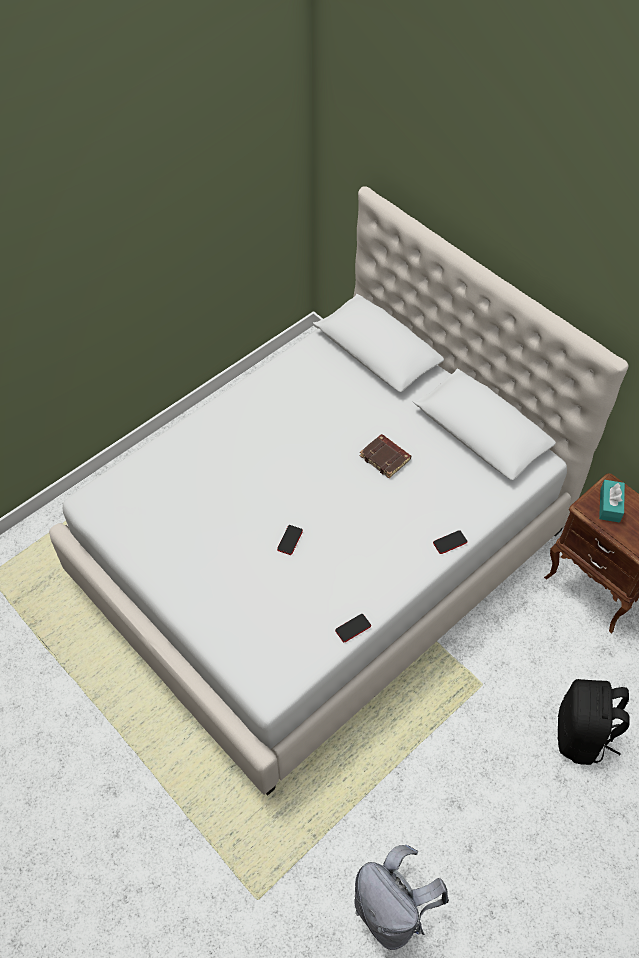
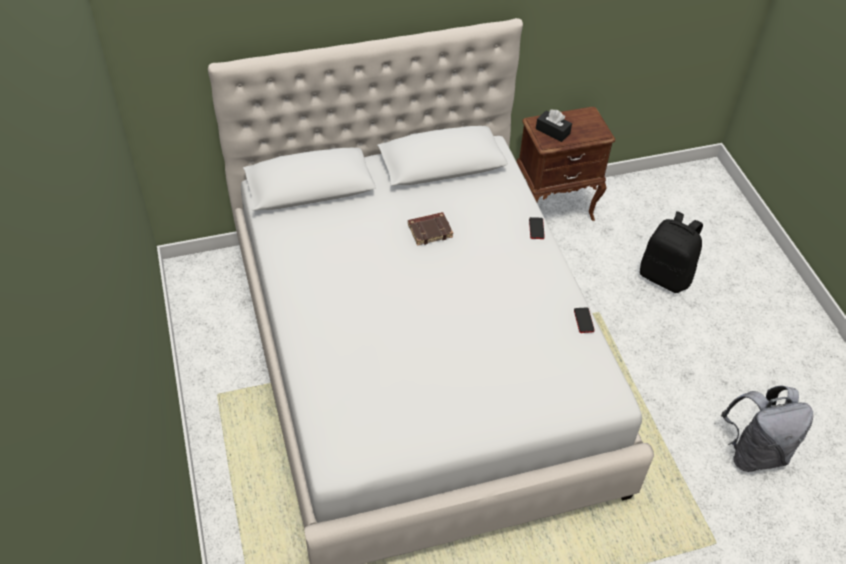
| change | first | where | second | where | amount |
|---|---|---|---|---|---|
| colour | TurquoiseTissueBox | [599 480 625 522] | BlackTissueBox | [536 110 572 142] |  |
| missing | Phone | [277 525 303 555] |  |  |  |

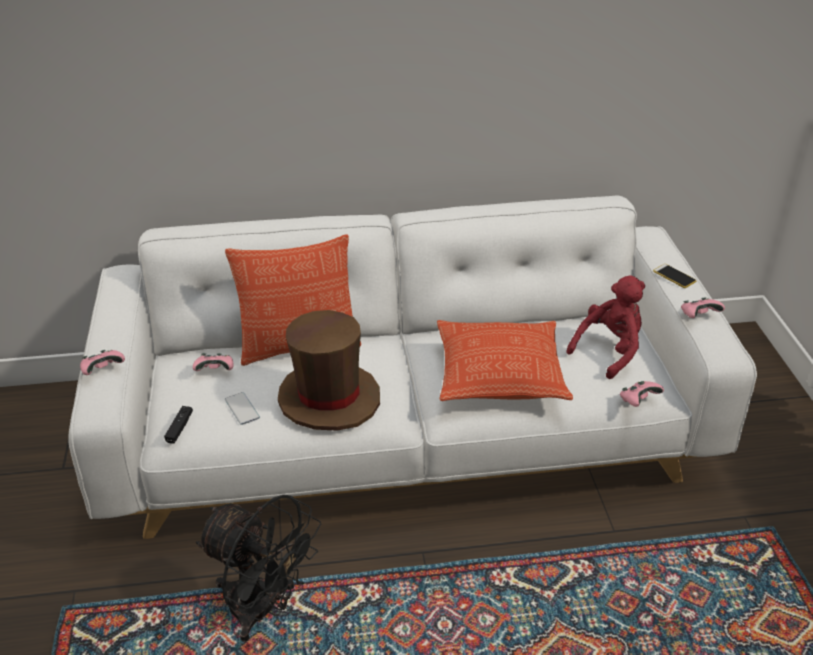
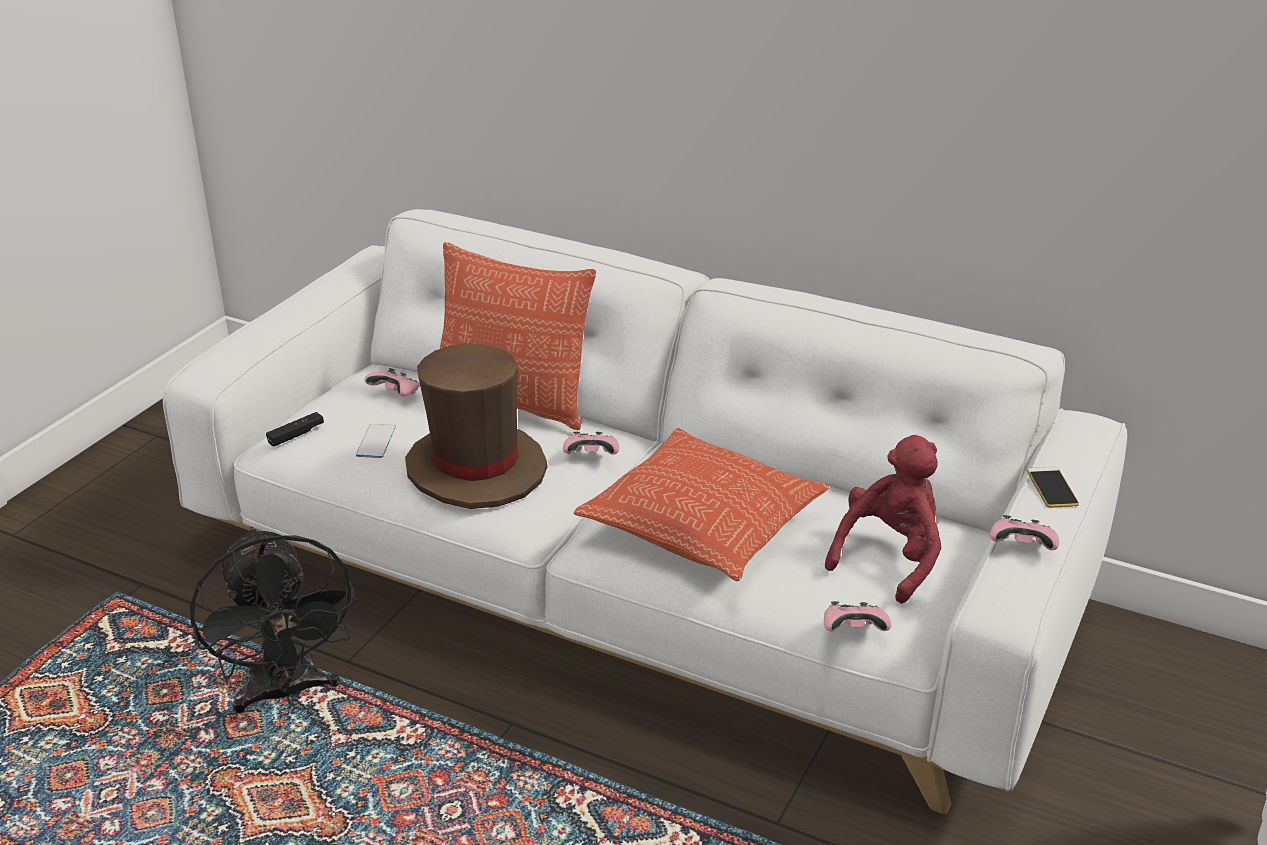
| change | first | where | second | where | amount |
|---|---|---|---|---|---|
| spun | RedPlushToy | [566 275 645 379] |  | [825 435 941 604] | 45 degrees counterclockwise |
| relocated | PinkGameController | [80 350 125 375] |  | [563 432 619 455] |  |

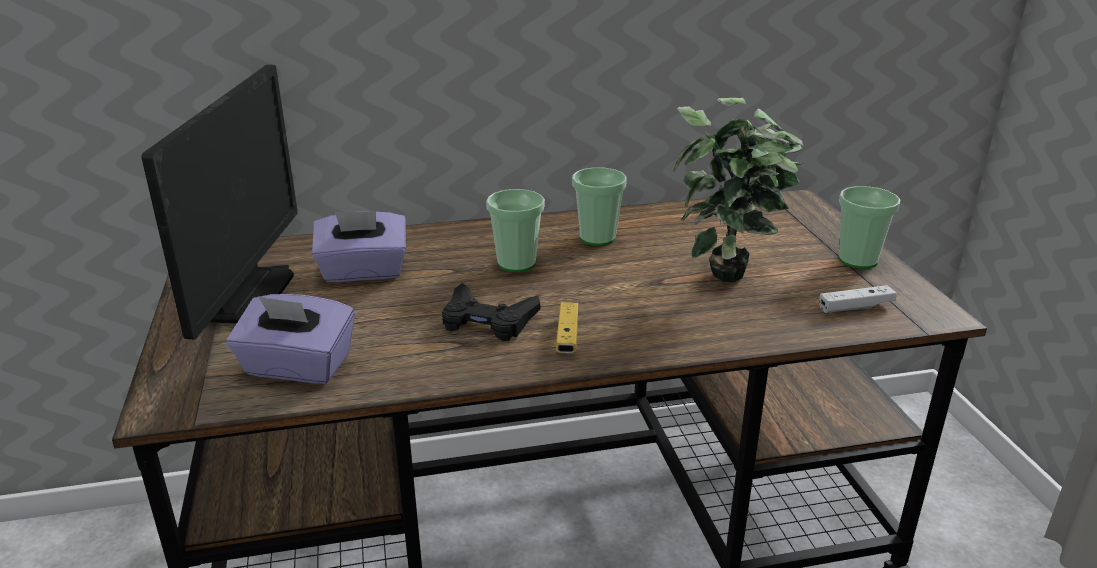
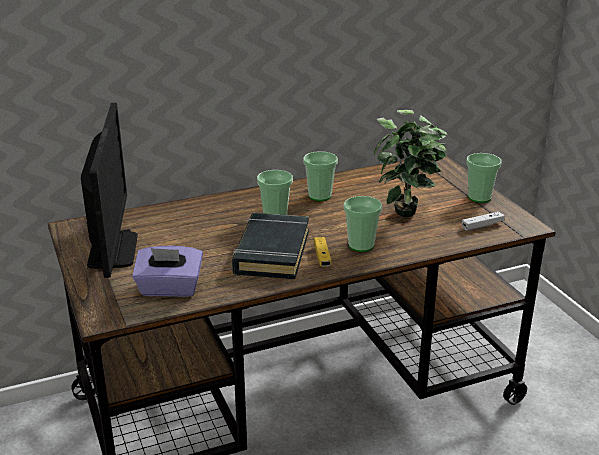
| change | first | where | second | where | amount |
|---|---|---|---|---|---|
| missing | PurpleTissueBox | [312 211 406 282] |  |  |  |
| exchanged | BlackGameController | [442 283 540 341] | BlackBook | [232 213 309 279] |  |
| appeared |  |  | Cup | [343 196 382 252] |  |

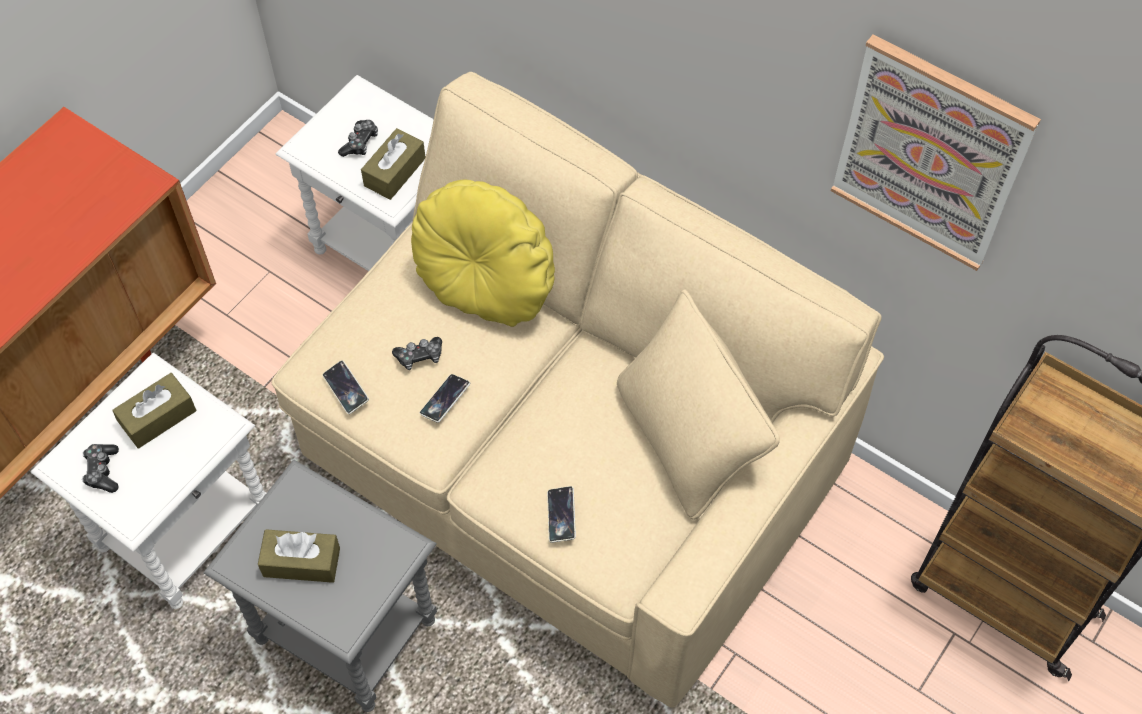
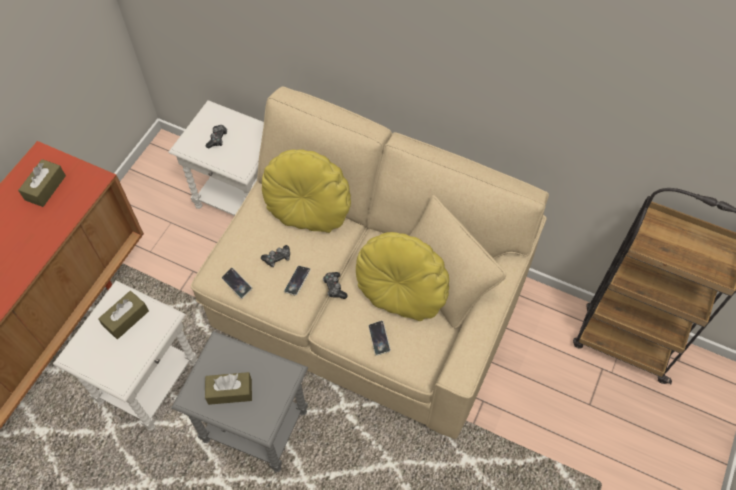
| change | first | where | second | where | amount |
|---|---|---|---|---|---|
| missing | Picture | [831 34 1041 271] |  |  |  |
| relocated | BrownTissueBox | [361 128 425 200] |  | [18 159 66 207] |  |
| relocated | GameController | [82 444 119 493] |  | [323 272 348 299] |  |
| appeared |  |  | YellowPillow | [356 232 449 321] |  |

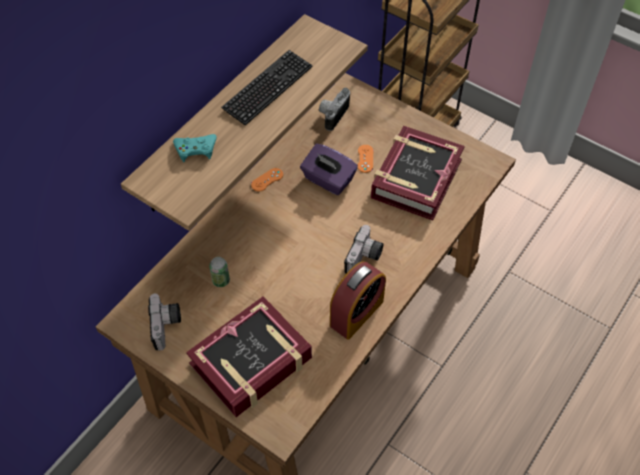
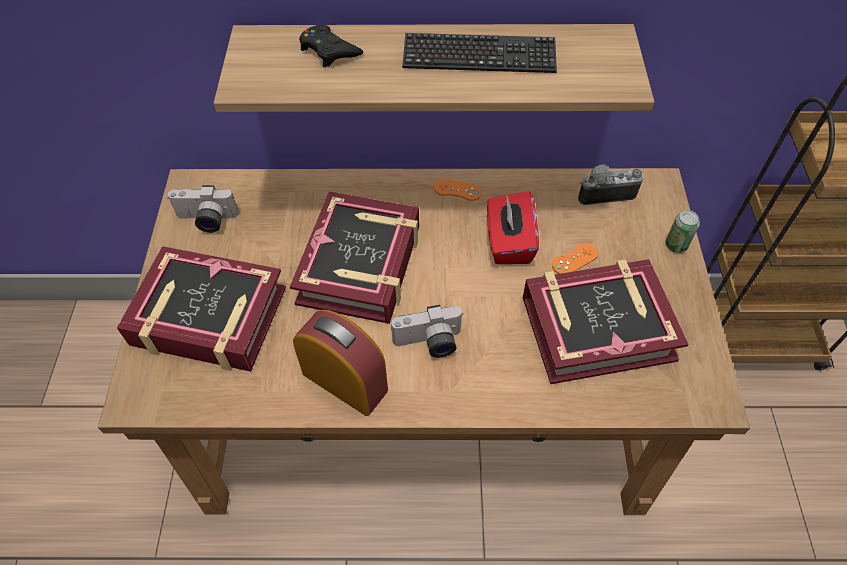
| change | first | where | second | where | amount |
|---|---|---|---|---|---|
| colour | TurquoiseGameController | [173 134 217 162] | BlackGameController | [299 25 363 67] |  |
| colour | PurpleTissueBox | [300 144 358 195] | RedTissueBox | [487 191 539 264] |  |
| relocated | Can | [209 257 230 287] |  | [665 210 700 253] |  |
| spun | AlarmClock | [330 261 386 339] |  | [293 310 388 416] | 150 degrees counterclockwise |
| spun | PhotoCamera | [148 294 181 351] |  | [167 185 239 233] | 45 degrees clockwise |
| appeared |  |  | Book | [290 192 419 324] |  |

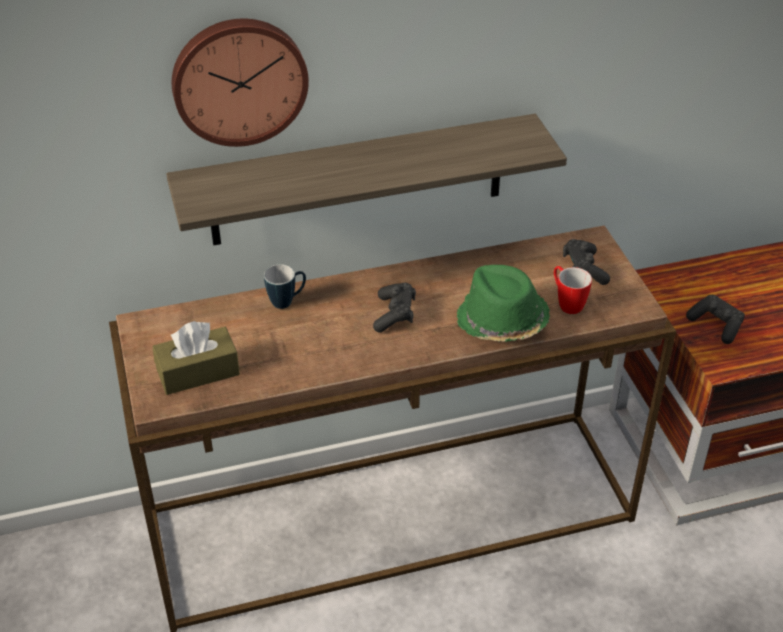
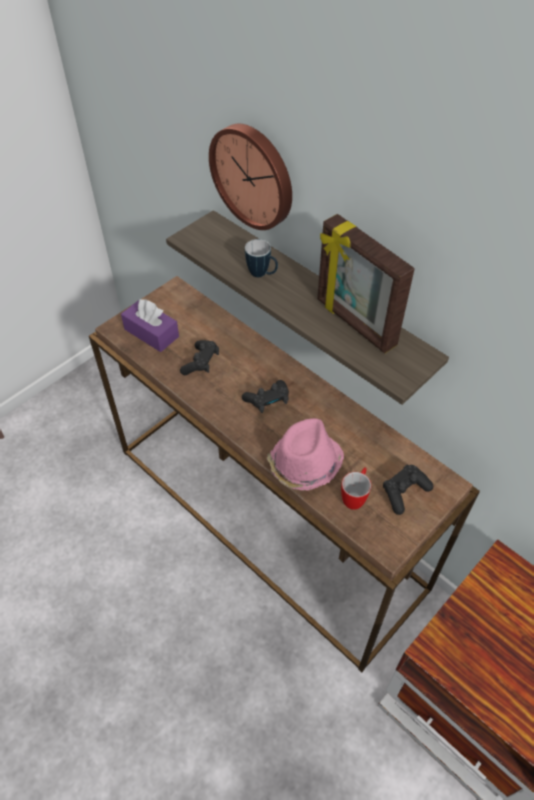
| change | first | where | second | where | amount |
|---|---|---|---|---|---|
| relocated | Mug | [264 264 306 309] |  | [245 239 278 277] |  |
| colour | GreenHat | [457 265 550 342] | PinkHat | [267 418 344 491] |  |
| relocated | BlackGameController | [686 295 745 344] |  | [180 340 219 375] |  |
| colour | BrownTissueBox | [152 321 240 395] | PurpleTissueBox | [121 299 179 352] |  |
| appeared |  |  | PictureFrame | [317 214 415 353] |  |

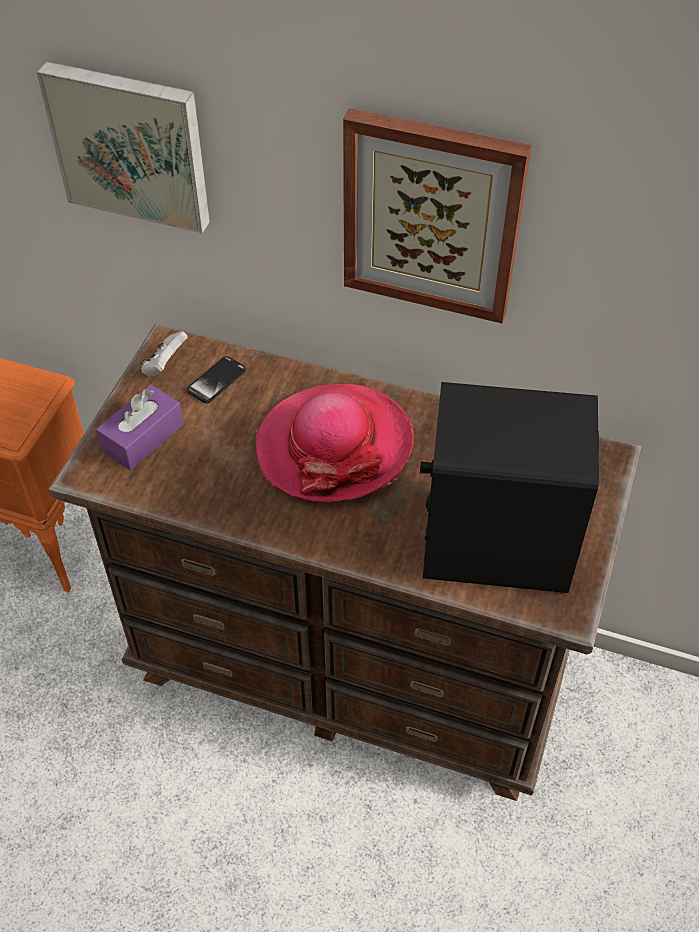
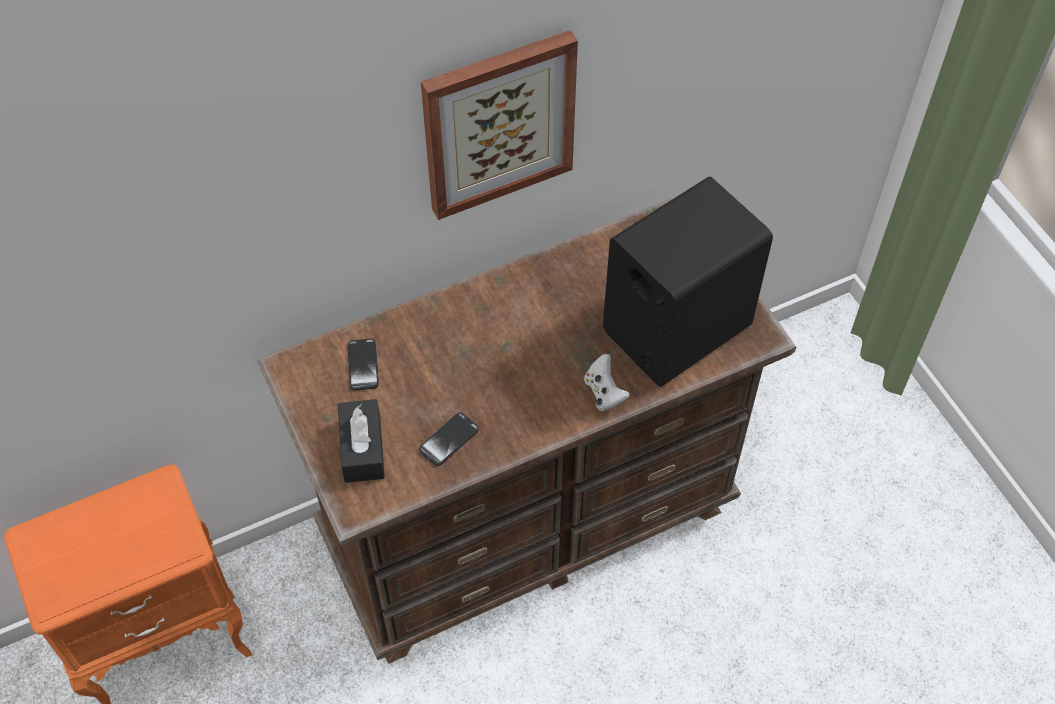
| change | first | where | second | where | amount |
|---|---|---|---|---|---|
| missing | Picture | [37 62 210 233] |  |  |  |
| relocated | WhiteGameController | [140 331 188 376] |  | [584 354 630 411] |  |
| colour | PurpleTissueBox | [96 384 183 470] | BlackTissueBox | [338 399 385 483] |  |
| missing | Hat | [256 384 414 502] |  |  |  |
| appeared |  |  | Phone | [419 412 479 466] |  |

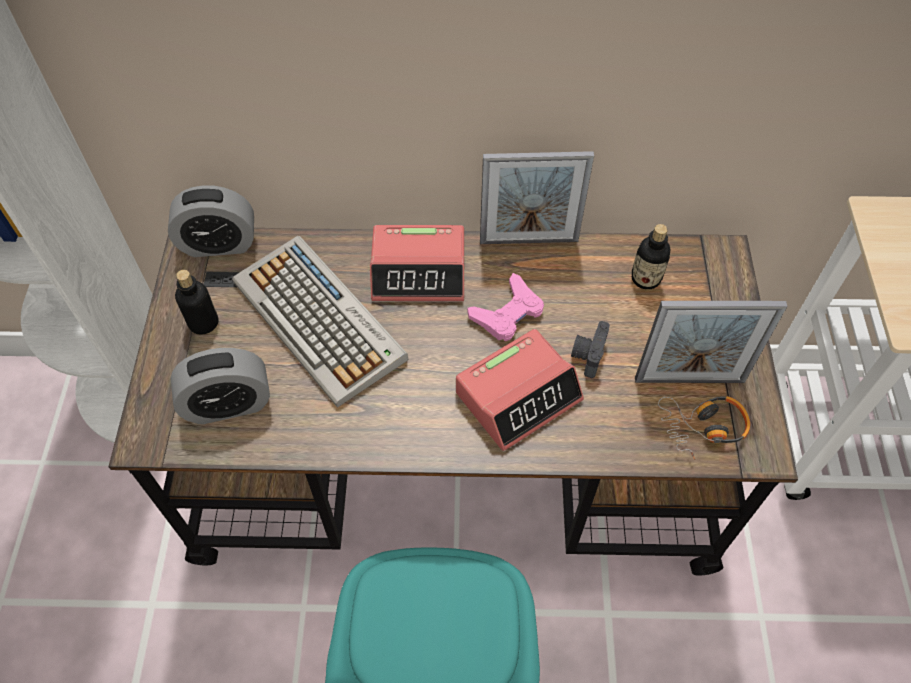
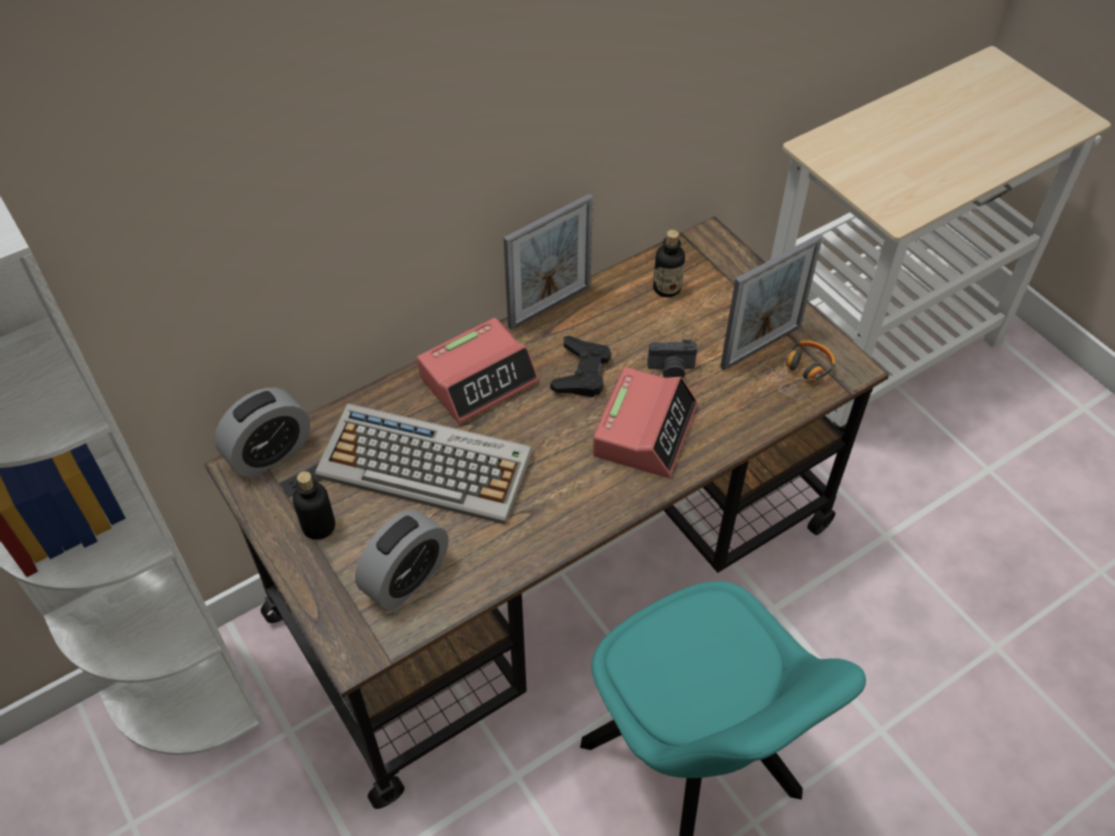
| change | first | where | second | where | amount |
|---|---|---|---|---|---|
| colour | PinkGameController | [467 273 544 341] | BlackGameController | [550 336 611 397] |  |
| spun | PhotoCamera | [571 321 610 378] |  | [647 339 697 378] | 75 degrees counterclockwise |

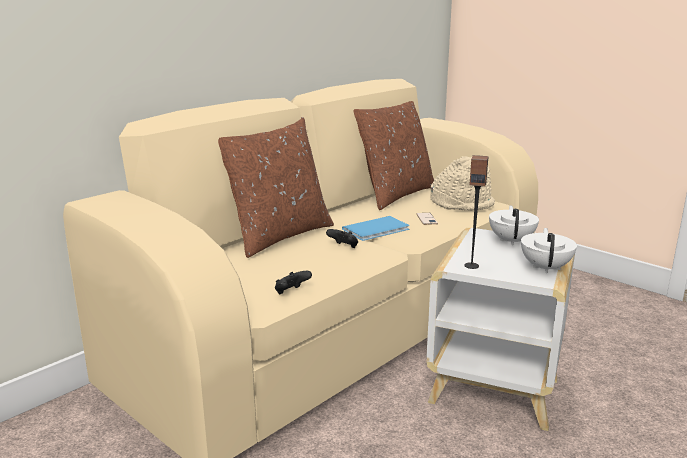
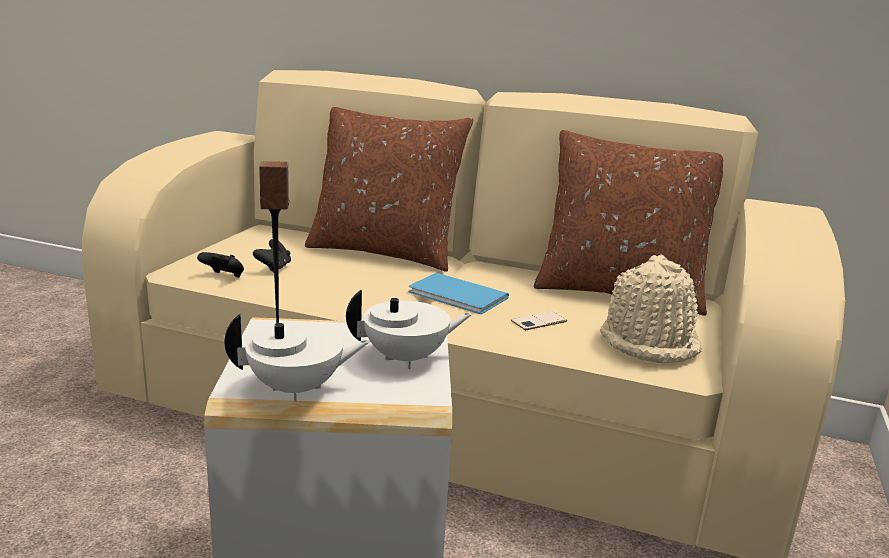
| change | first | where | second | where | amount |
|---|---|---|---|---|---|
| relocated | BlackGameController | [326 229 358 248] |  | [253 239 291 273] |  |

